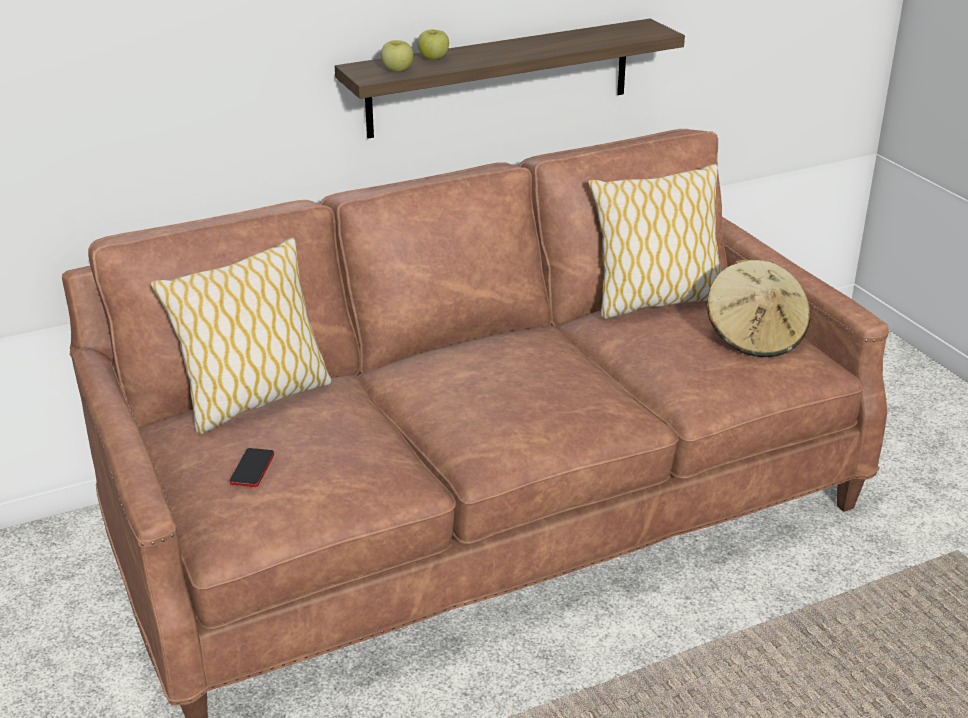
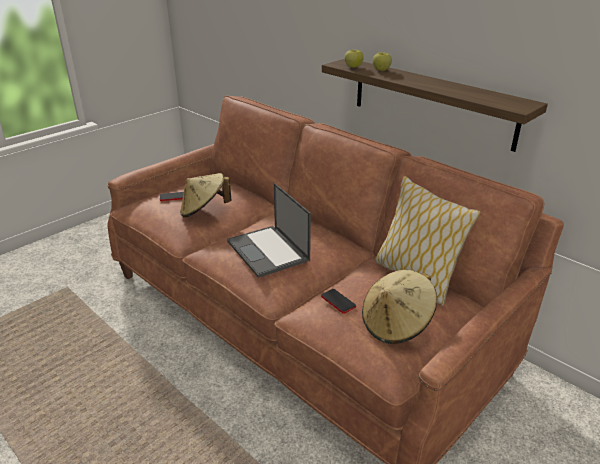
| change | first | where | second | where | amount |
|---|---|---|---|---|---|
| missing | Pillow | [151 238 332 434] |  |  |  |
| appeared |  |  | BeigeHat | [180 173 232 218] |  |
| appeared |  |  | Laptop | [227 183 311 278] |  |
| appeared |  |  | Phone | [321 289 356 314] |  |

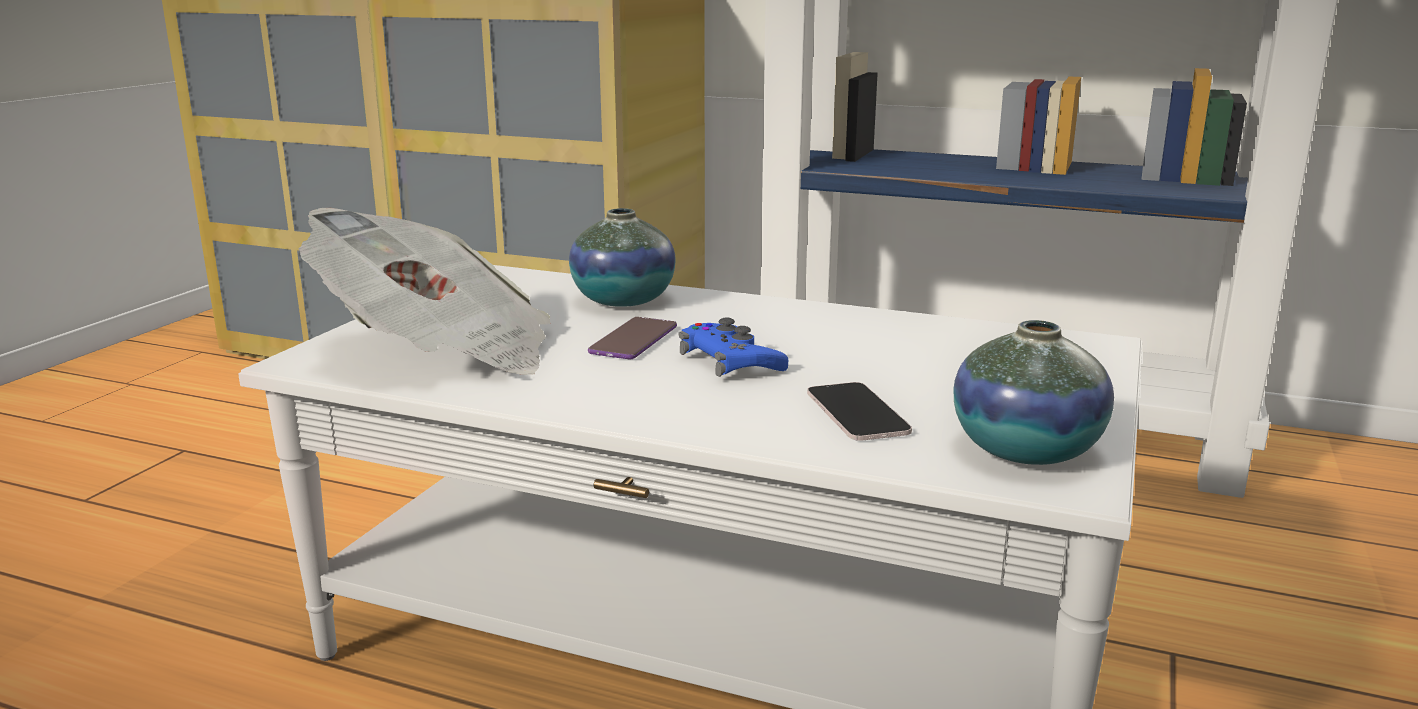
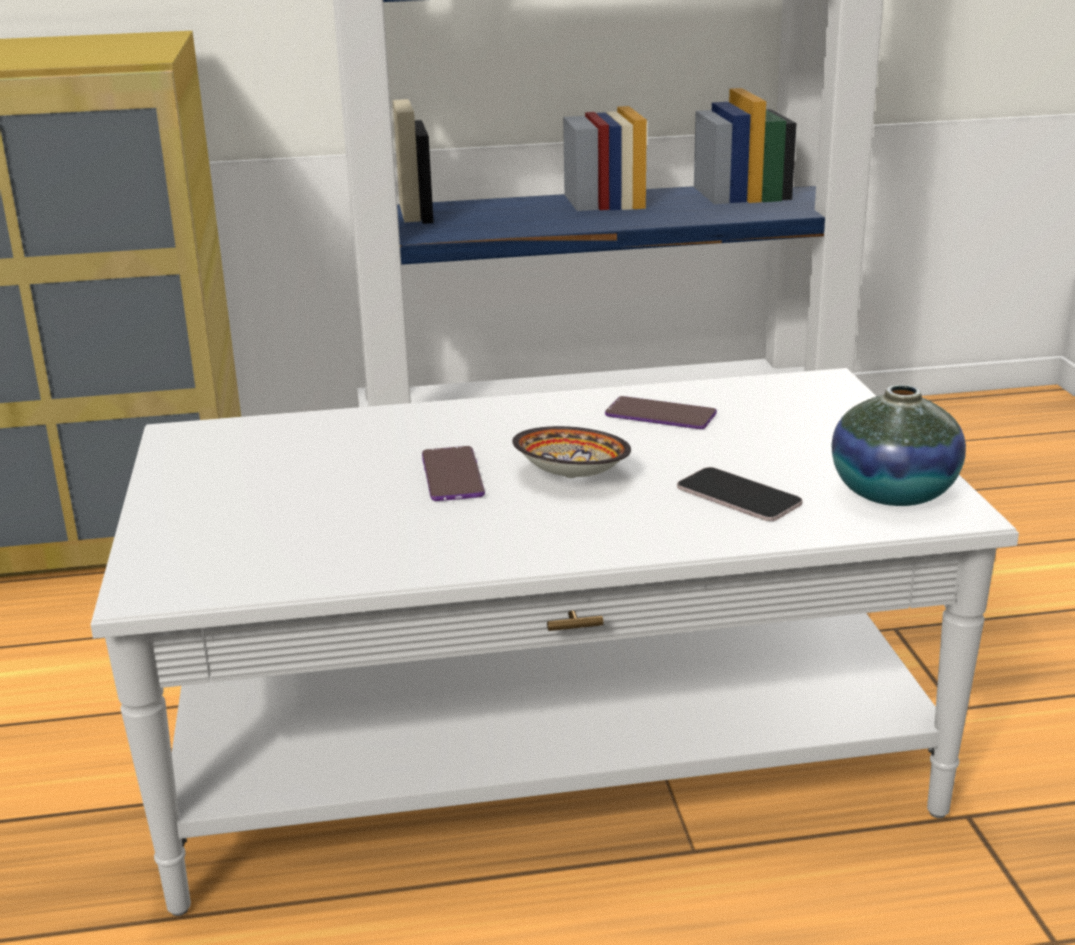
| change | first | where | second | where | amount |
|---|---|---|---|---|---|
| missing | Newspaper | [299 208 551 375] |  |  |  |
| missing | Vase | [569 208 676 307] |  |  |  |
| exchanged | BlueGameController | [679 318 788 377] | Bowl | [512 426 631 478] |  |
| appeared |  |  | Phone | [605 396 717 429] |  |

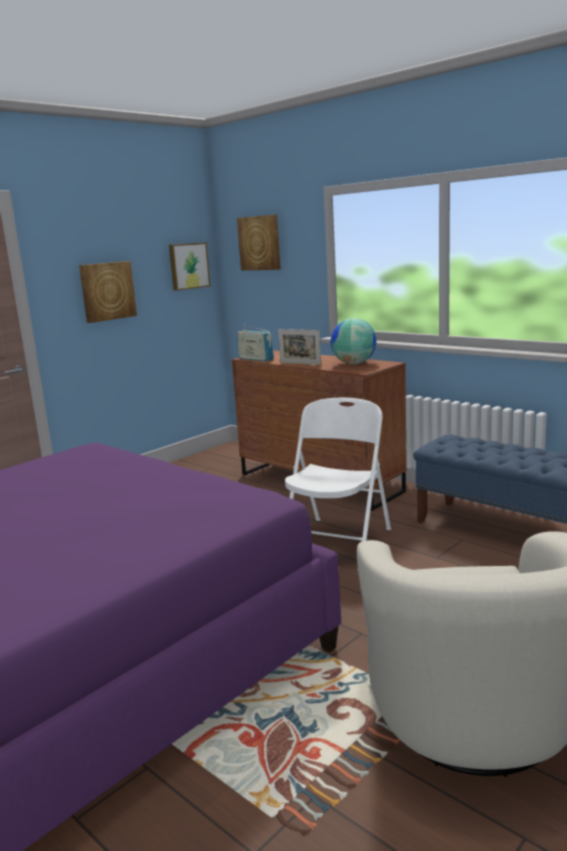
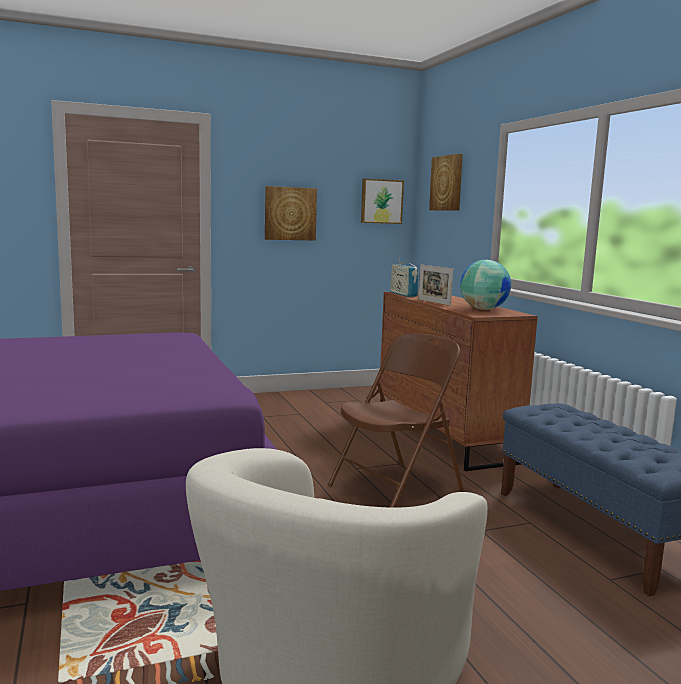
| change | first | where | second | where | amount |
|---|---|---|---|---|---|
| colour | WhiteChair | [285 398 391 542] | BrownChair | [327 333 464 508] |  |

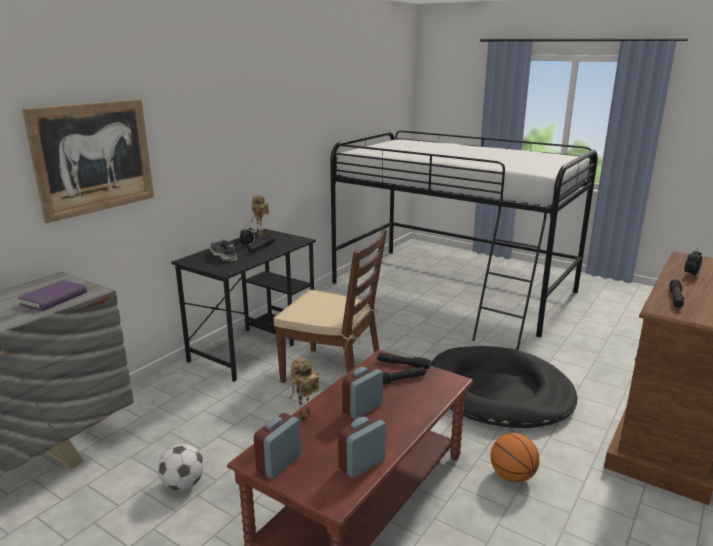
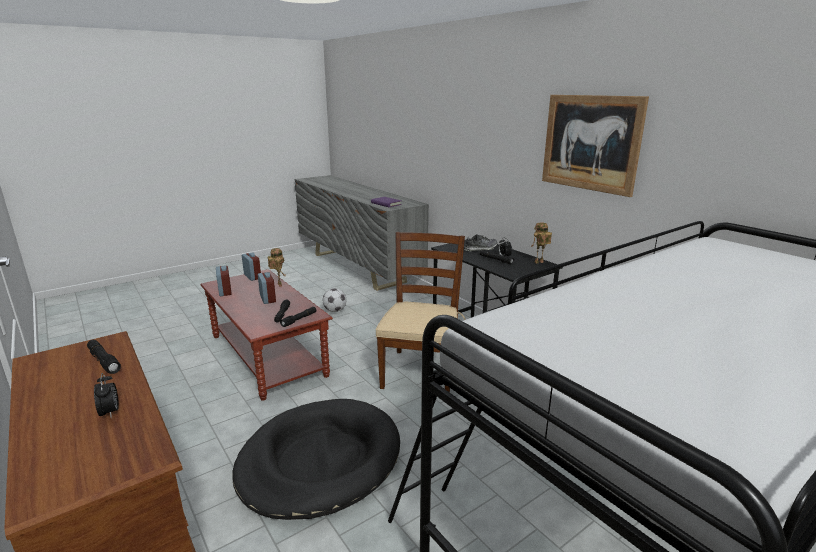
| change | first | where | second | where | amount |
|---|---|---|---|---|---|
| relocated | Picture | [22 99 154 223] |  | [542 95 649 197] |  |
| spun | BrownChair | [274 229 387 383] |  | [376 232 466 392] | 150 degrees clockwise |
| missing | Basketball | [491 433 540 483] |  |  |  |

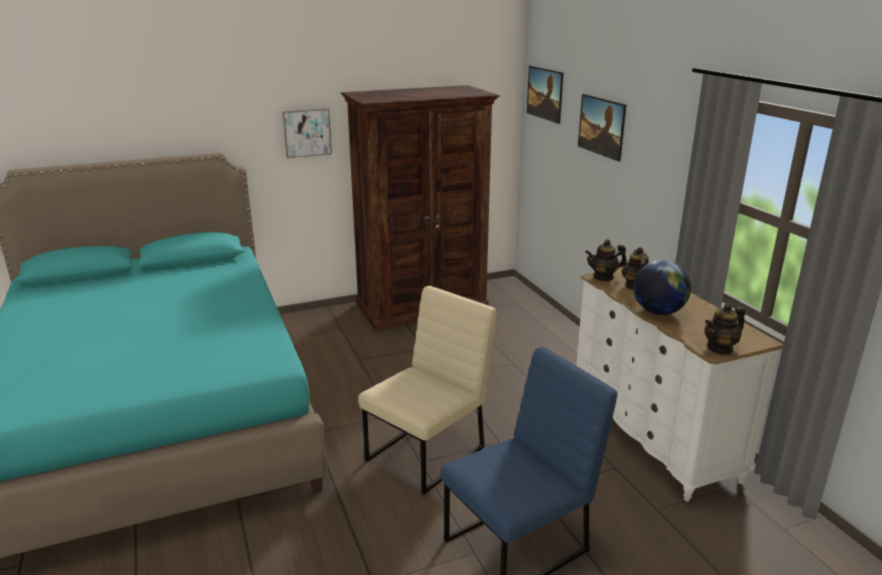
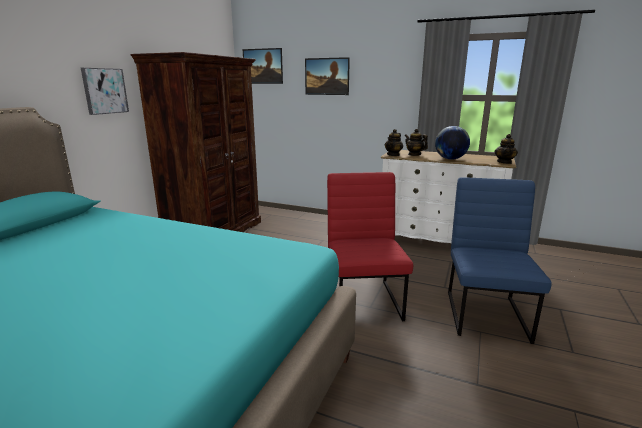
| change | first | where | second | where | amount |
|---|---|---|---|---|---|
| colour | BeigeChair | [358 286 496 495] | RedChair | [327 172 413 321] |  |

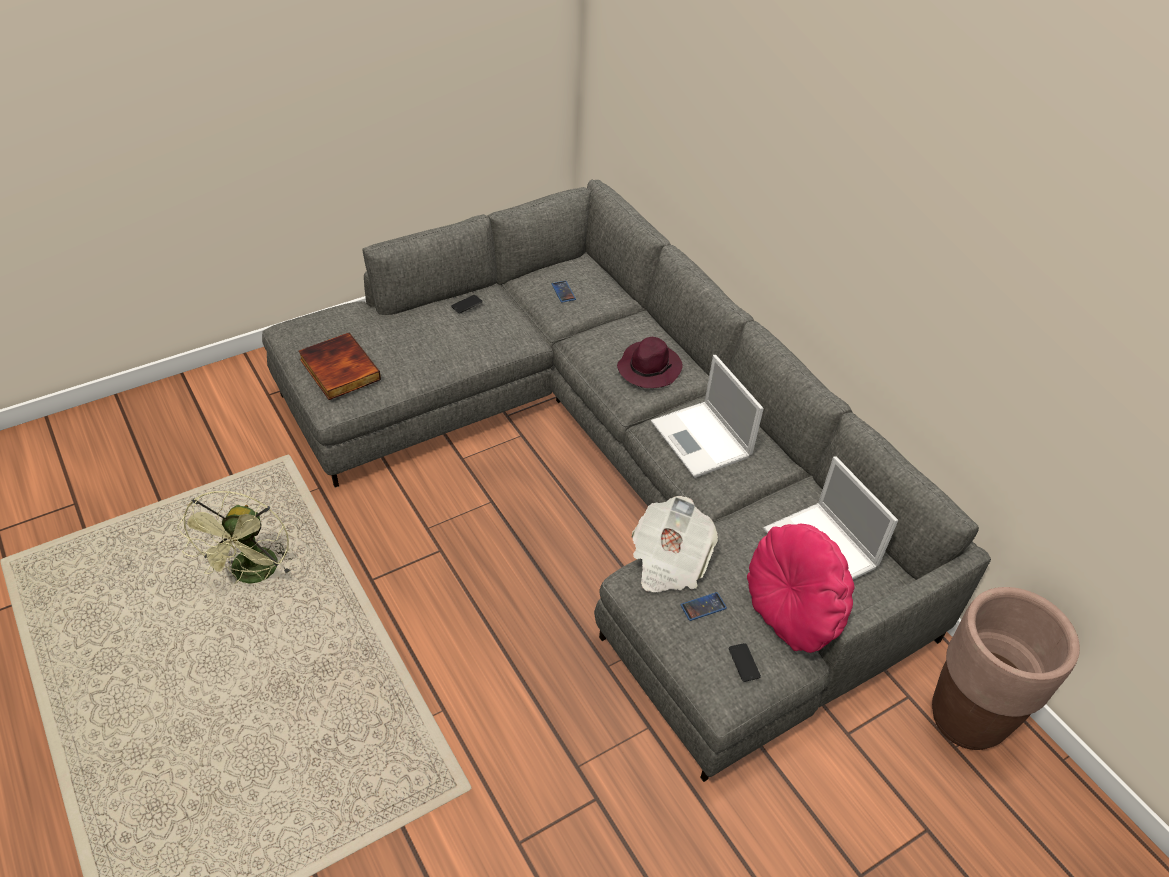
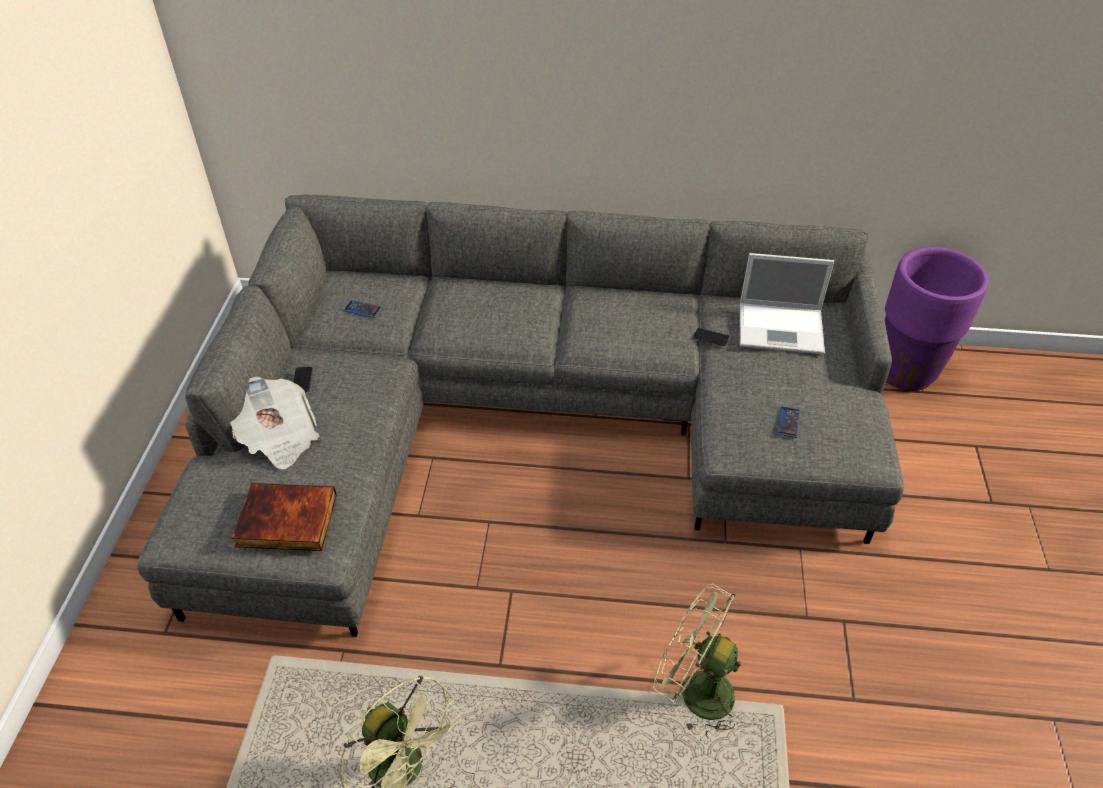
| change | first | where | second | where | amount |
|---|---|---|---|---|---|
| missing | PurpleHat | [617 337 683 388] |  |  |  |
| missing | Laptop | [651 355 764 478] |  |  |  |
| relocated | Newspaper | [632 496 718 592] |  | [230 376 319 469] |  |
| missing | PinkPillow | [747 524 854 653] |  |  |  |
| colour | BrownPlanter | [932 587 1080 750] | PurplePlanter | [885 247 989 391] |  |
| relocated | Phone | [729 643 761 682] |  | [694 328 729 346] |  |
| appeared |  |  | GreenFan | [653 584 743 738] |  |

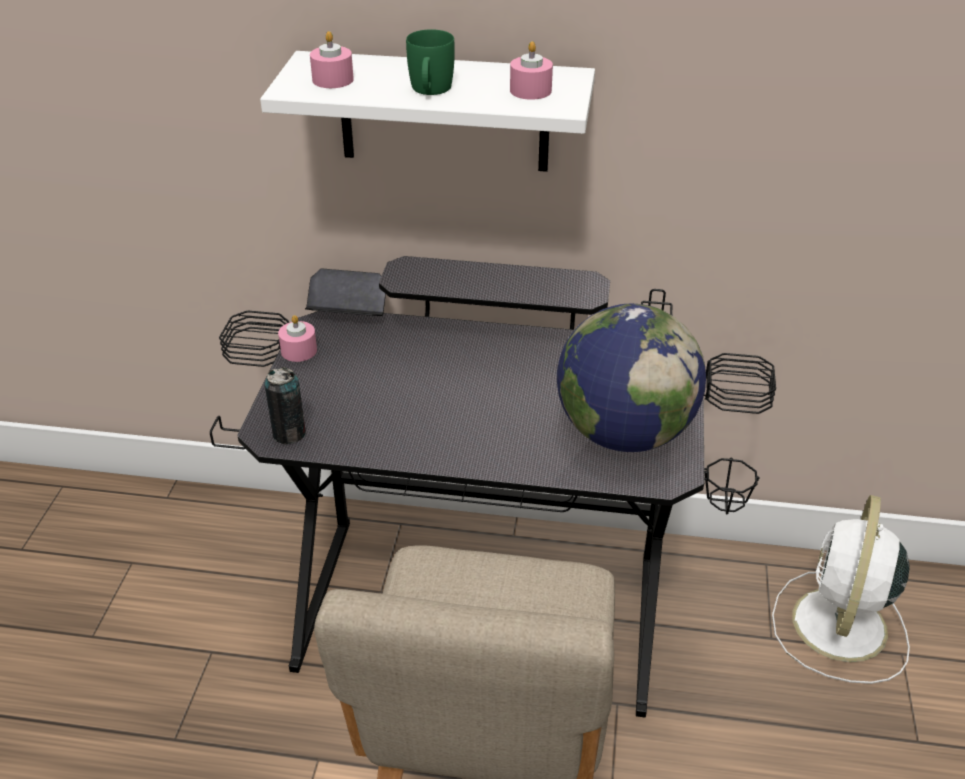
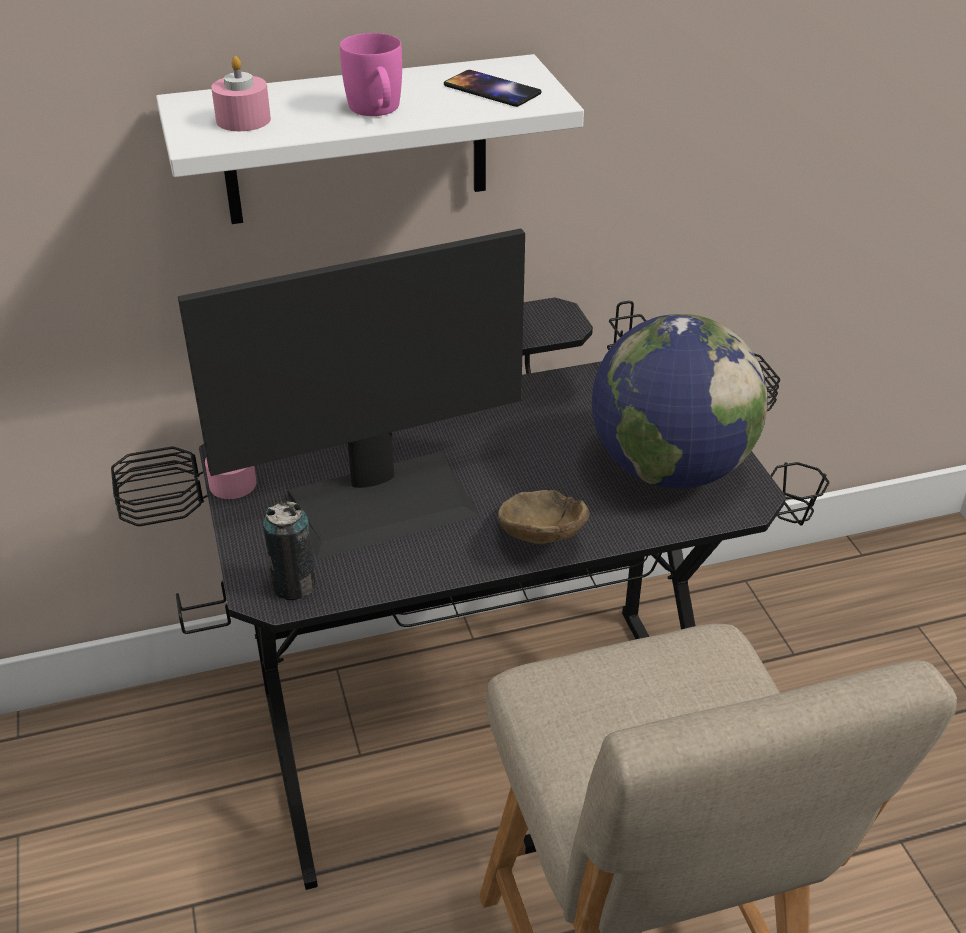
| change | first | where | second | where | amount |
|---|---|---|---|---|---|
| colour | GreenMug | [406 29 455 95] | PinkMug | [340 33 402 116] |  |
| exchanged | PinkCandle | [510 41 553 100] | Phone | [444 70 542 107] |  |
| missing | WhiteFan | [772 495 910 684] |  |  |  |
| appeared |  |  | Monitor | [178 228 525 559] |  |
| appeared |  |  | BrownBowl | [498 490 589 544] |  |

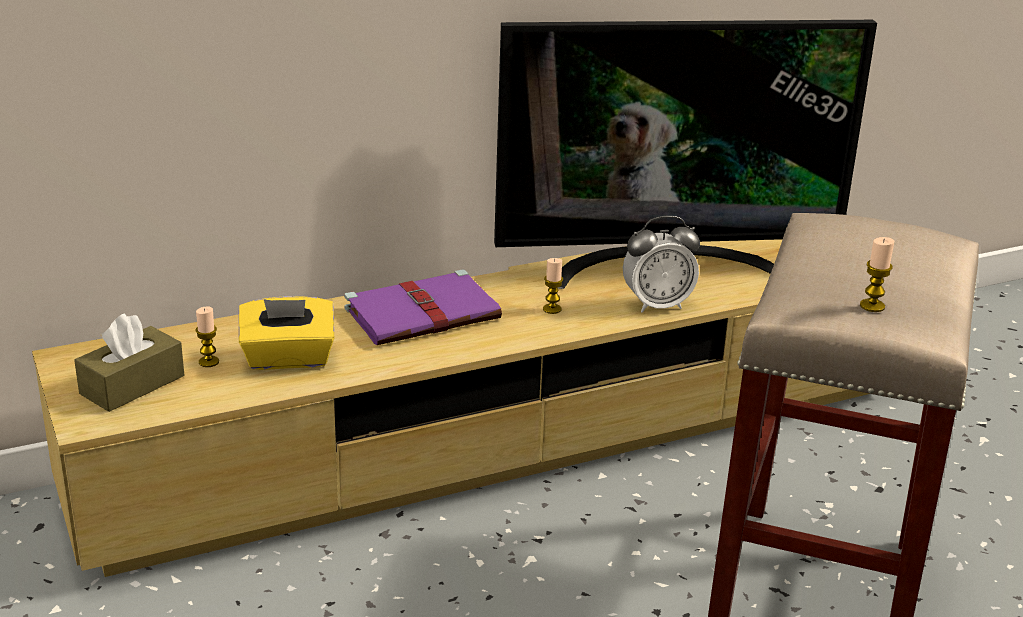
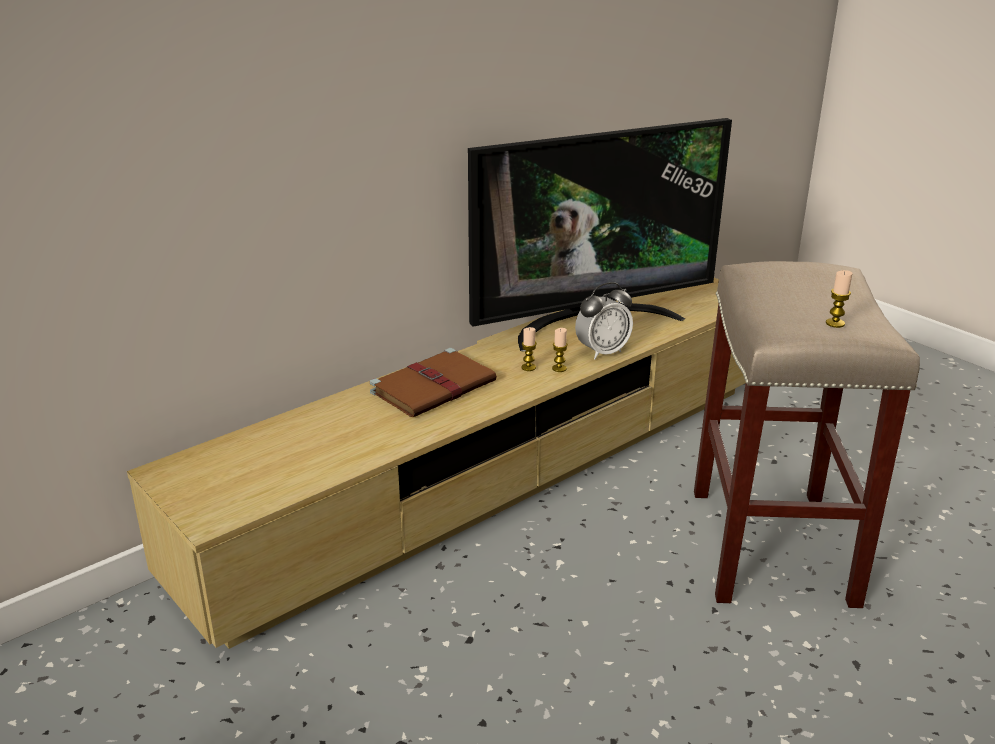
| change | first | where | second | where | amount |
|---|---|---|---|---|---|
| colour | PurpleBook | [344 269 502 345] | BrownBook | [370 348 497 417] |  |
| missing | YellowTissueBox | [239 296 334 370] |  |  |  |
| relocated | Candle | [196 306 219 367] |  | [552 328 568 372] |  |
| missing | BrownTissueBox | [74 313 184 412] |  |  |  |

